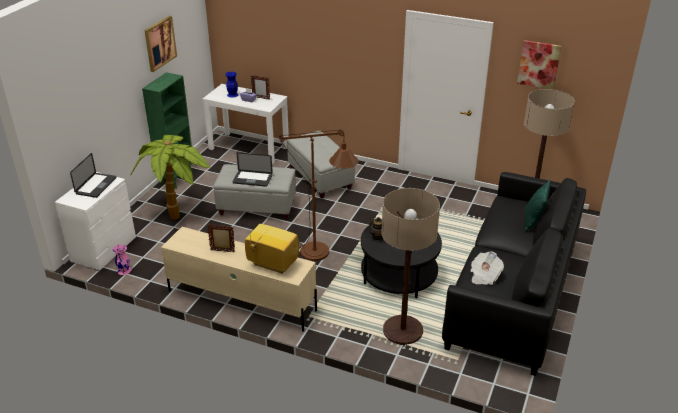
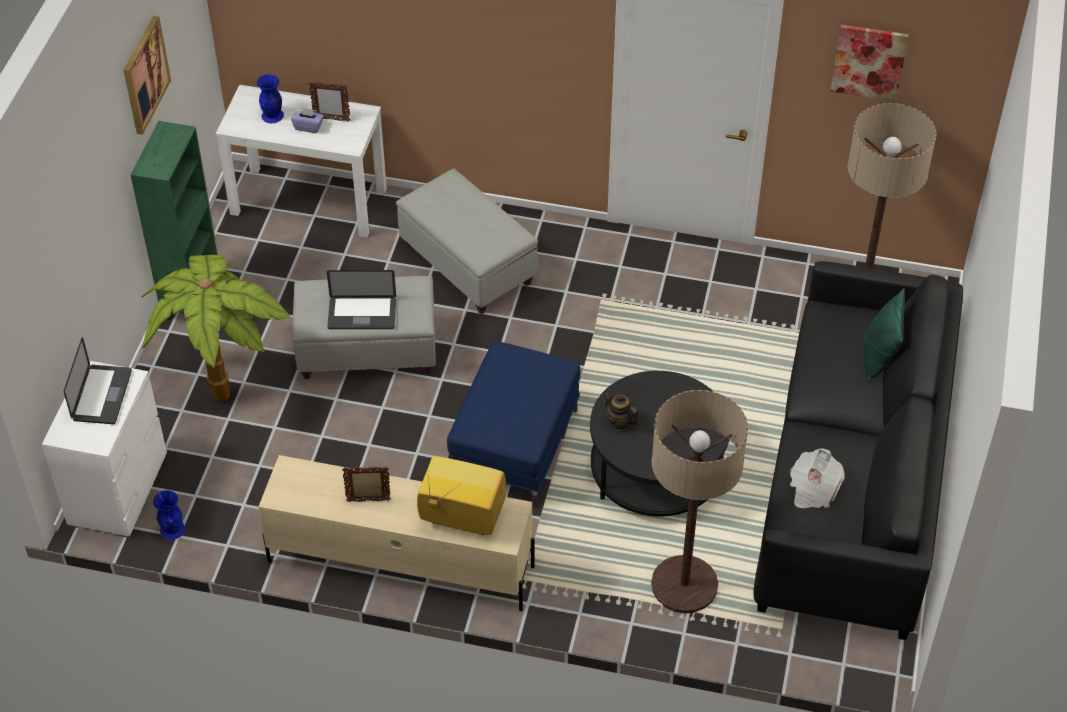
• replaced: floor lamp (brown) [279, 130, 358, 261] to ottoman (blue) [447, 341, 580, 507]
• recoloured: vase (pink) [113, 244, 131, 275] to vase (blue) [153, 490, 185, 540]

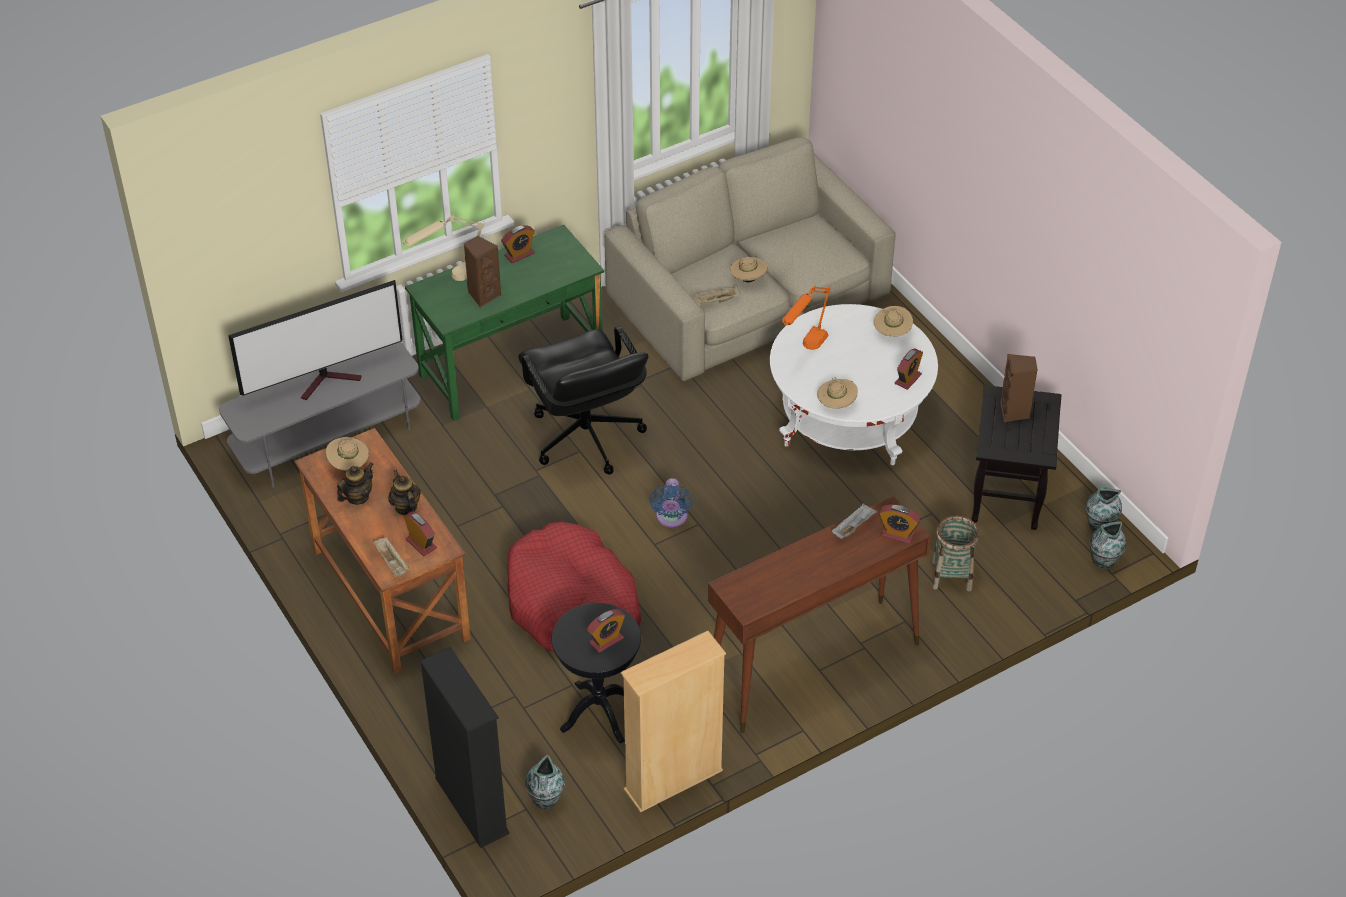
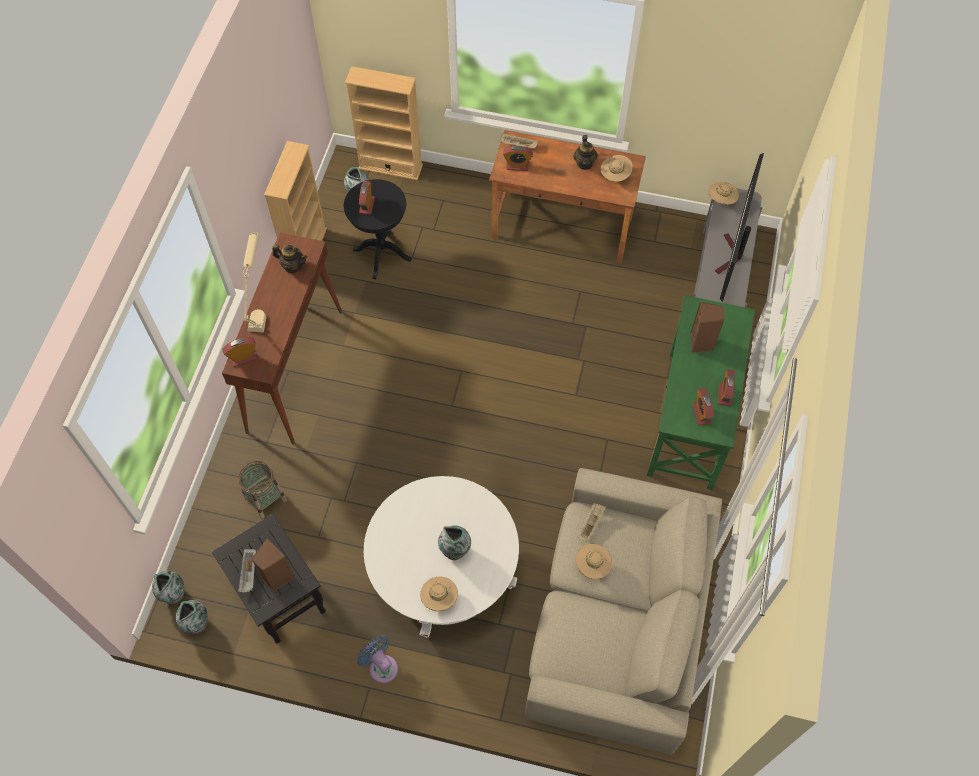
• removed: dog bed (red) [508, 522, 641, 652]
• removed: office chair (black) [518, 326, 648, 475]
• removed: table lamp (orange) [782, 285, 831, 350]
• added: vase [438, 526, 471, 560]
• moved: teapot [388, 470, 421, 515] to [272, 244, 307, 273]
• moved: table lamp (beige) [403, 214, 485, 281] to [243, 232, 266, 332]
• moved: fan (blue) [649, 478, 693, 527] to [356, 635, 398, 683]
• moved: hat (beige) [817, 377, 858, 409] to [708, 182, 739, 205]
• moved: tray (grey) [832, 504, 877, 539] to [238, 549, 256, 592]
• moved: alarm clock [895, 349, 923, 390] to [692, 389, 714, 426]
• recoloured: bookcase (black) [420, 647, 510, 848] to bookcase (beige) [345, 66, 423, 180]

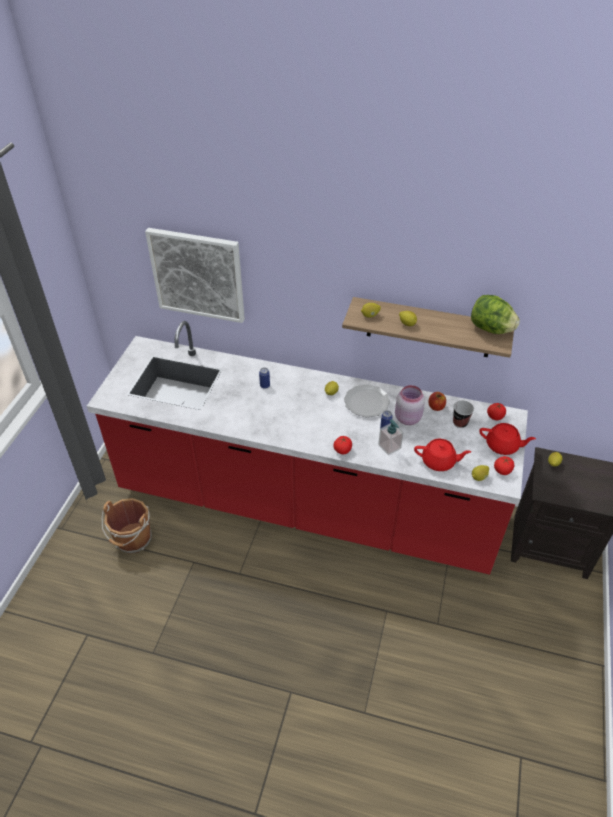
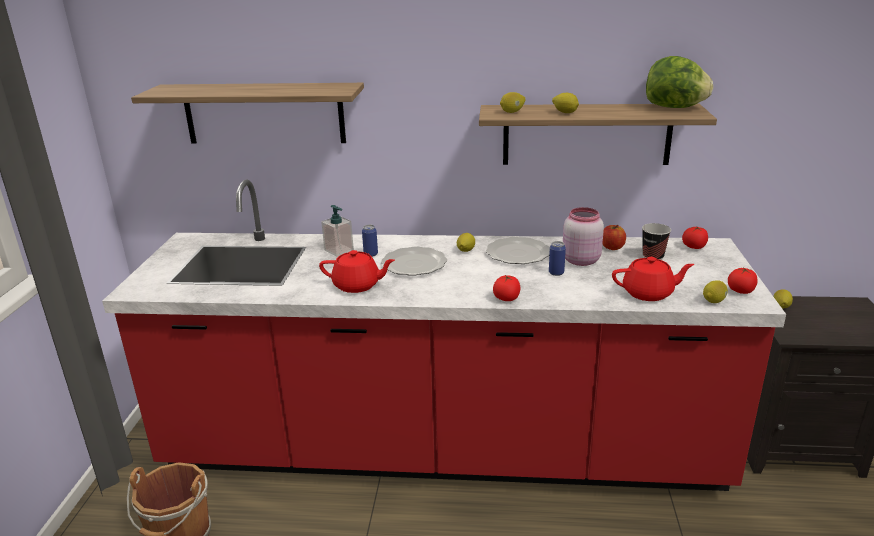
• added: plate [381, 247, 447, 276]
• moved: soap dispenser [378, 419, 404, 455] to [321, 205, 354, 256]
• moved: teapot (red) [479, 423, 536, 455] to [319, 250, 395, 293]
• replaced: picture [145, 228, 245, 323] to shelf [131, 83, 364, 143]

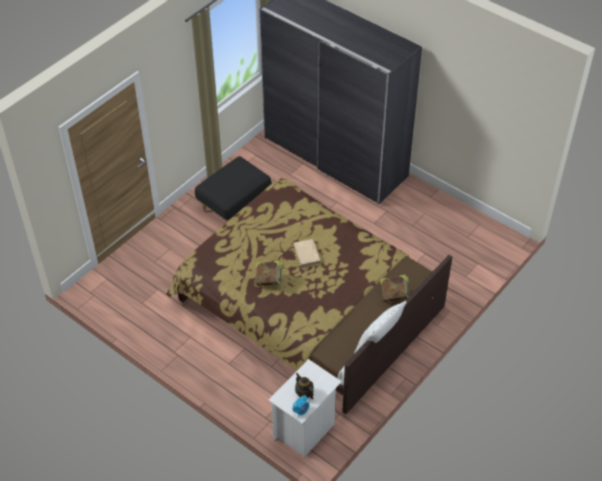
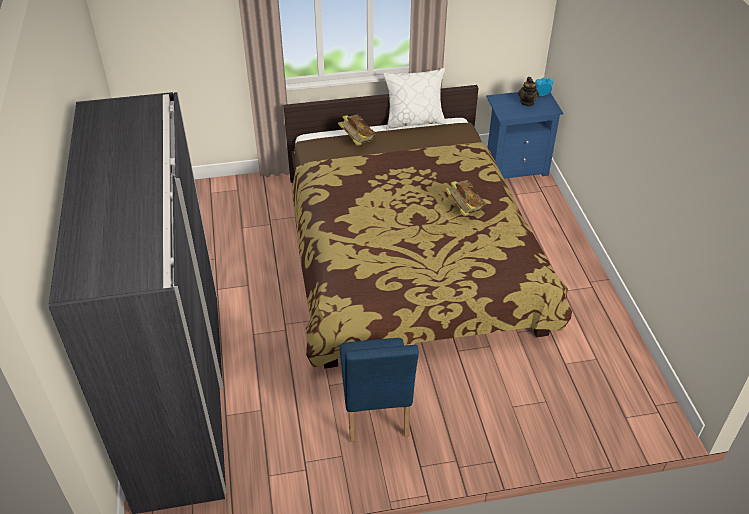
• removed: book (beige) [294, 239, 321, 268]
• replaced: ottoman (black) [195, 156, 272, 223] to chair (blue) [340, 338, 419, 442]
• recoloured: nightstand (white) [268, 359, 342, 457] to nightstand (blue) [486, 92, 563, 179]

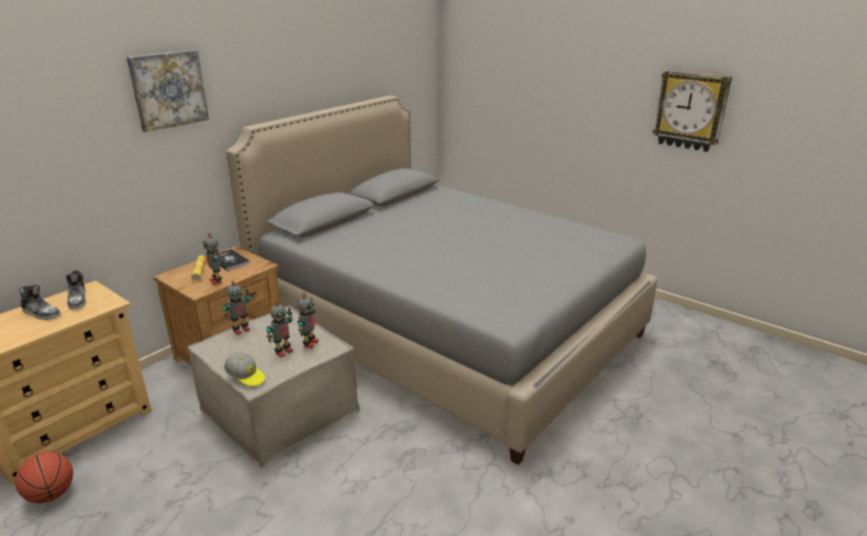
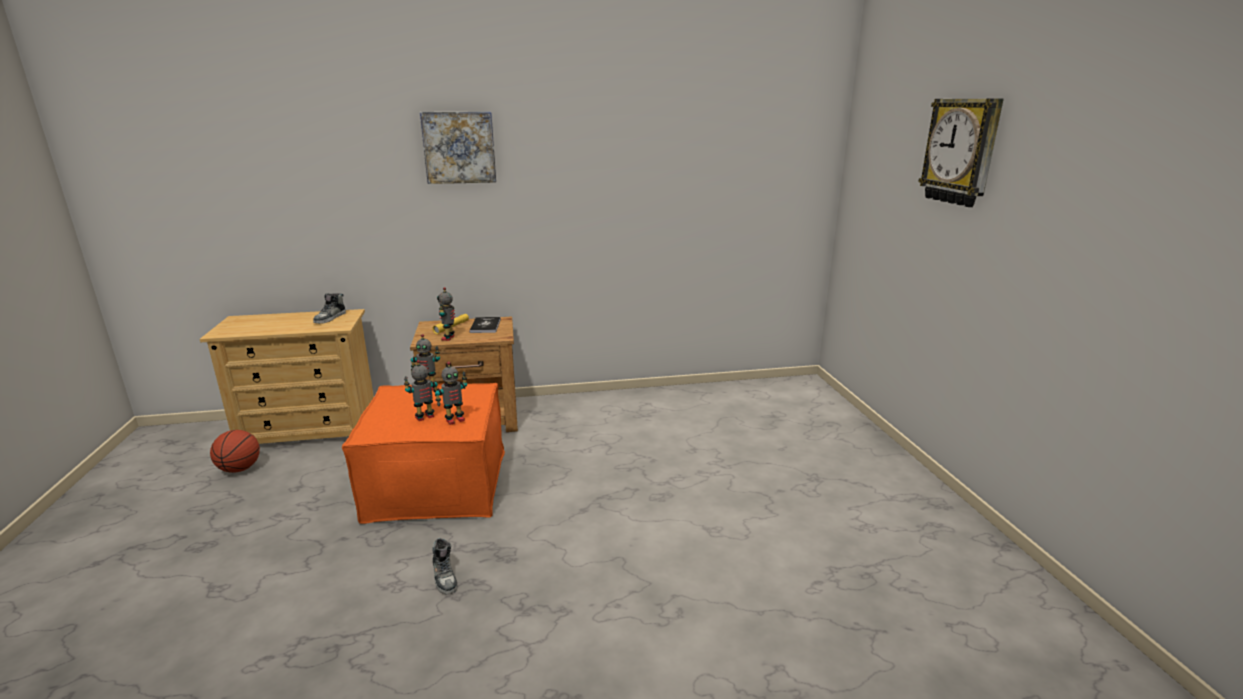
• removed: cap [224, 352, 265, 386]
• removed: bed (grey) [226, 95, 658, 465]
• moved: shoe [19, 285, 61, 320] to [432, 538, 458, 595]
• moved: wall clock [652, 70, 732, 152] to [919, 98, 1004, 207]
• recoloured: ottoman (beige) [187, 306, 360, 467] to ottoman (orange) [342, 383, 505, 524]
• turned: toy robot [266, 301, 293, 357] = [404, 360, 438, 421] 150 degrees clockwise

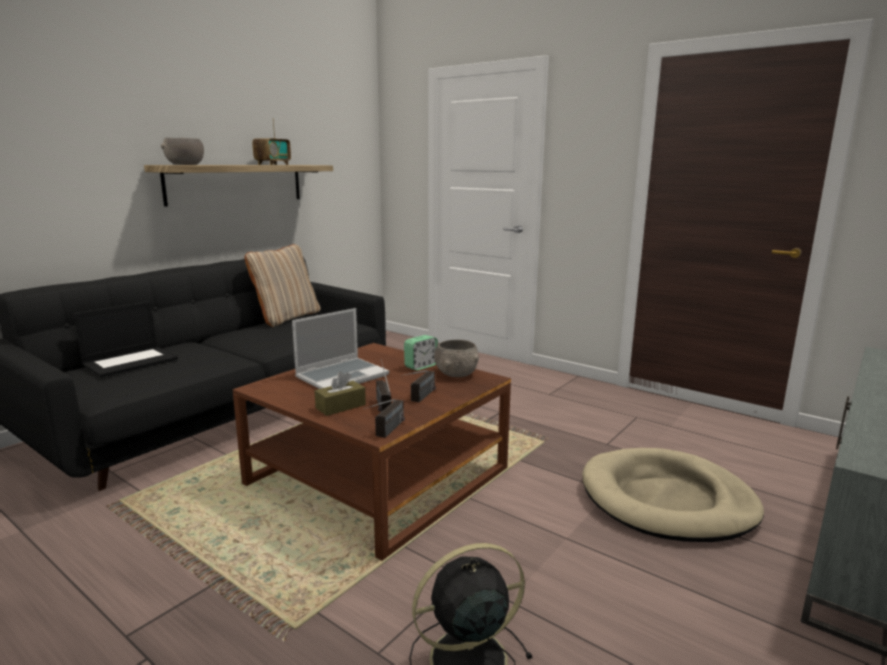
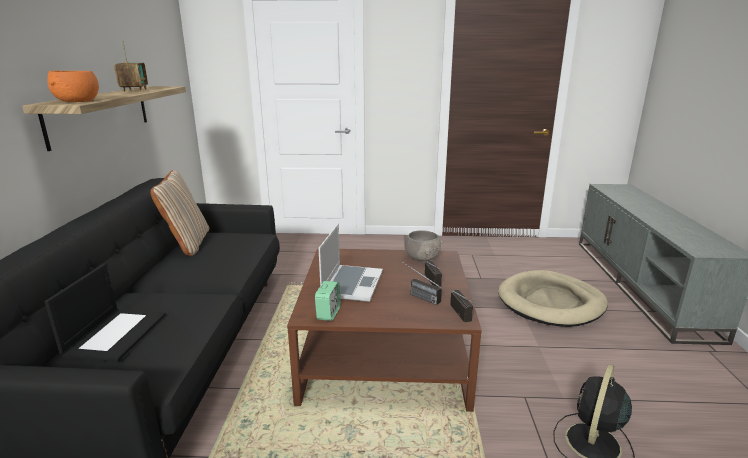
• removed: tissue box (brown) [315, 371, 366, 416]
• moved: alarm clock [404, 335, 438, 371] to [315, 281, 341, 321]
• recoloured: bowl (grey) [161, 138, 204, 165] to bowl (orange) [47, 71, 99, 102]

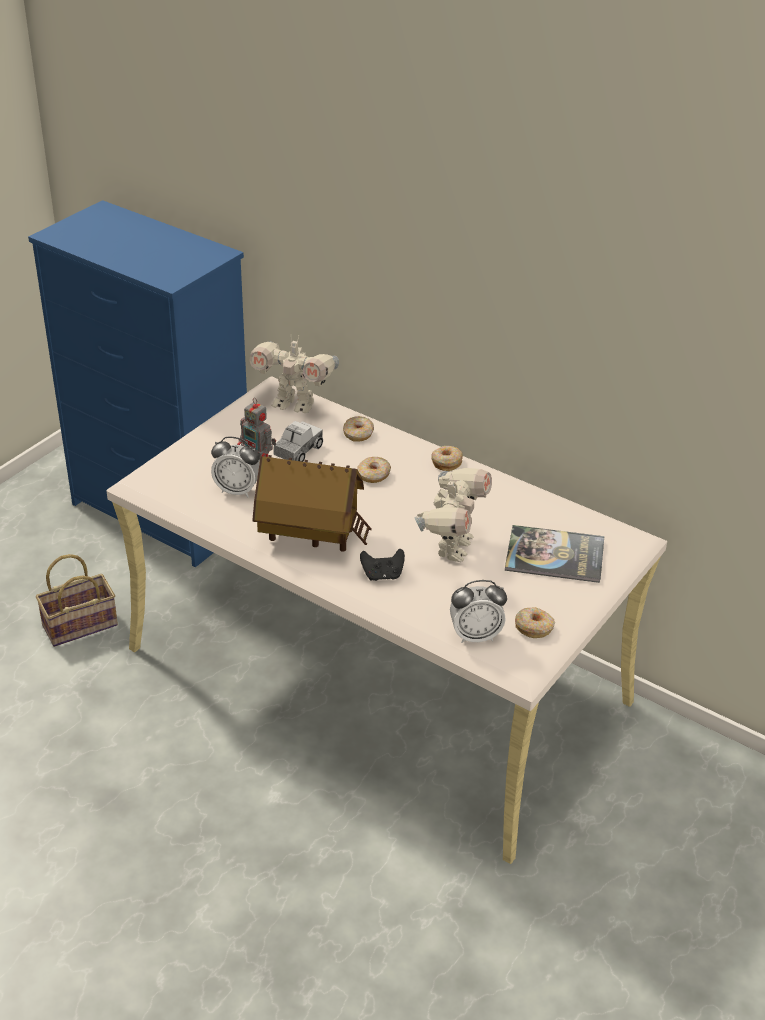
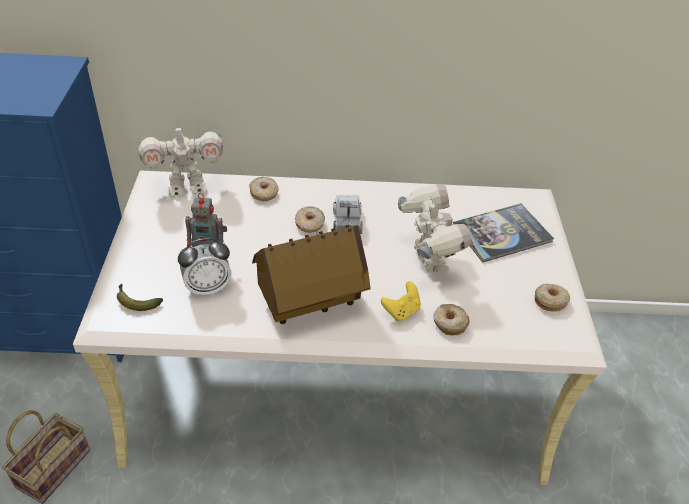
• removed: alarm clock [450, 580, 507, 643]
• added: banana [117, 284, 163, 311]
• moved: toy truck [273, 421, 323, 462] to [333, 195, 363, 234]
• moved: donut [432, 446, 463, 471] to [433, 304, 470, 335]
• recoloured: game controller (black) [360, 549, 405, 581] to game controller (yellow) [381, 281, 421, 321]

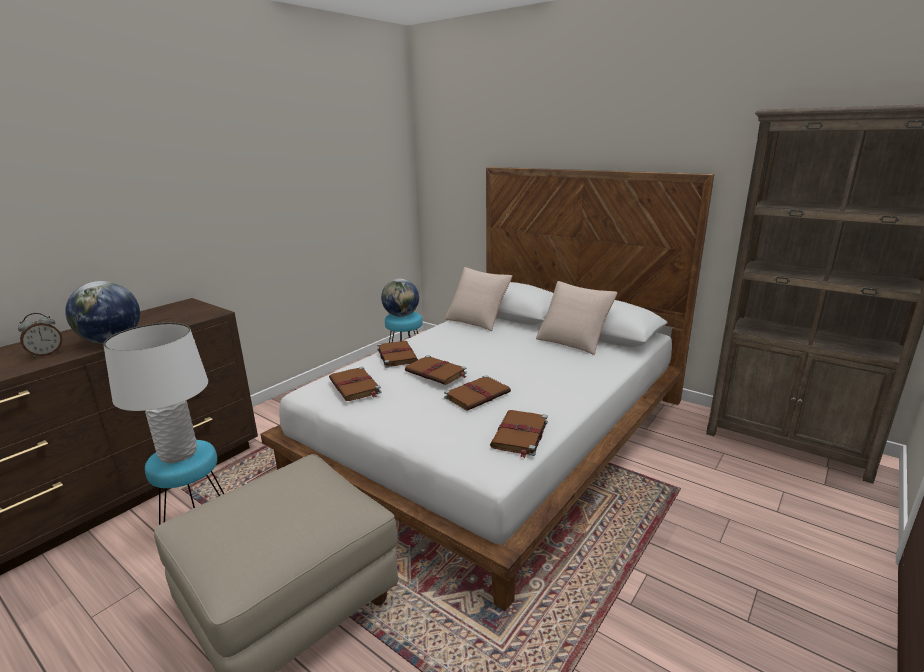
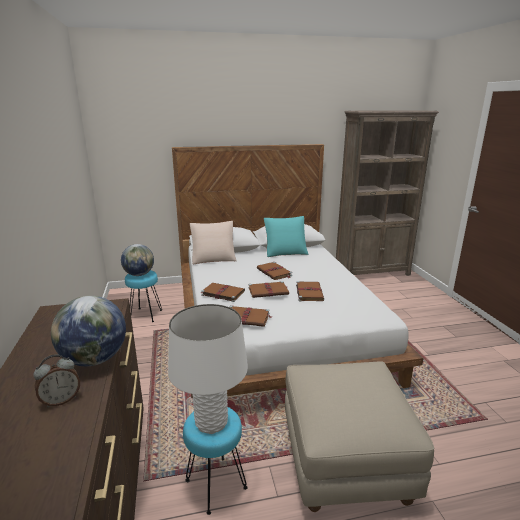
• moved: book (brown) [490, 410, 548, 458] to [257, 262, 292, 280]
• recoloured: pillow (beige) [536, 281, 618, 355] to pillow (turquoise) [264, 216, 308, 257]
• turned: alarm clock [18, 313, 63, 358] = [33, 354, 80, 407] 60 degrees clockwise

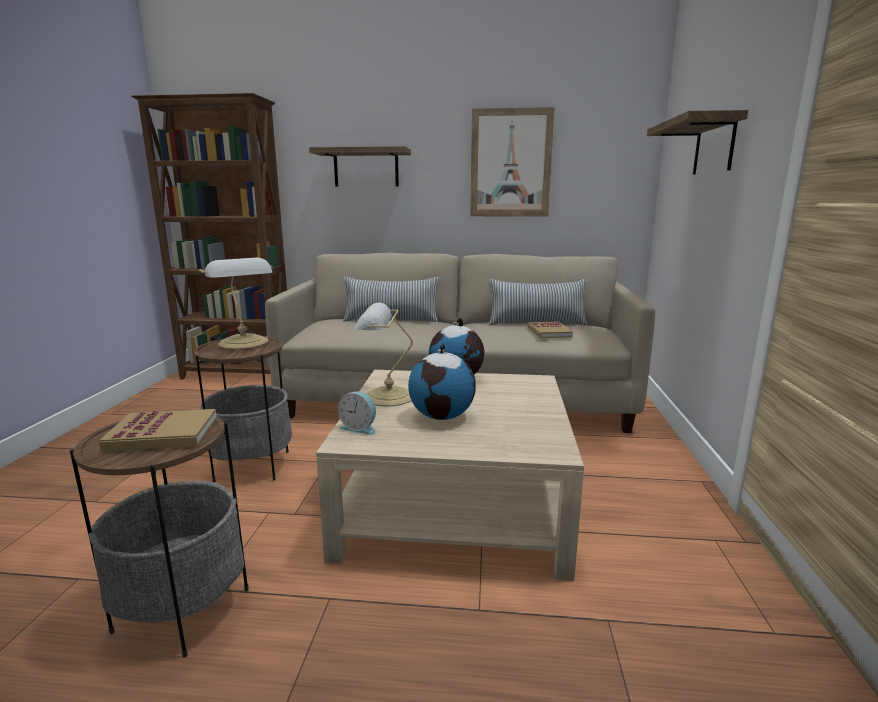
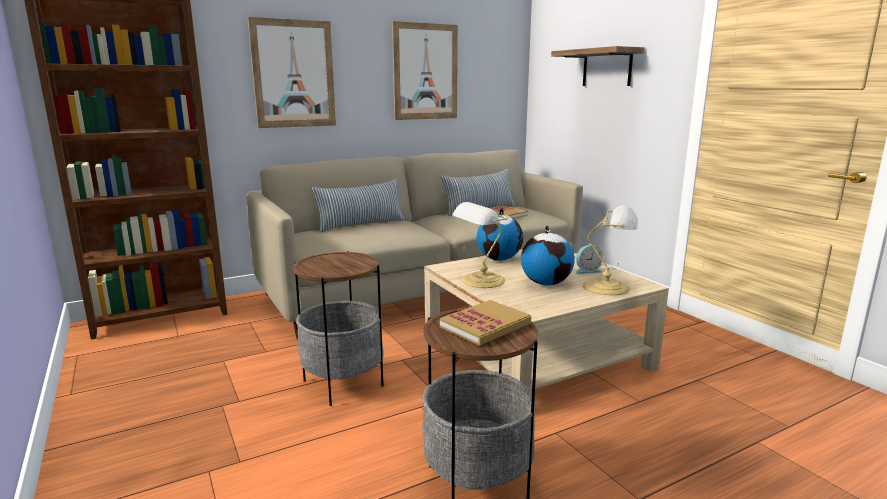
• moved: table lamp [199, 257, 273, 349] to [583, 205, 638, 295]
• moved: alarm clock [338, 392, 376, 435] to [576, 245, 604, 274]
• replaced: shelf [309, 146, 411, 187] to picture [248, 17, 336, 128]

